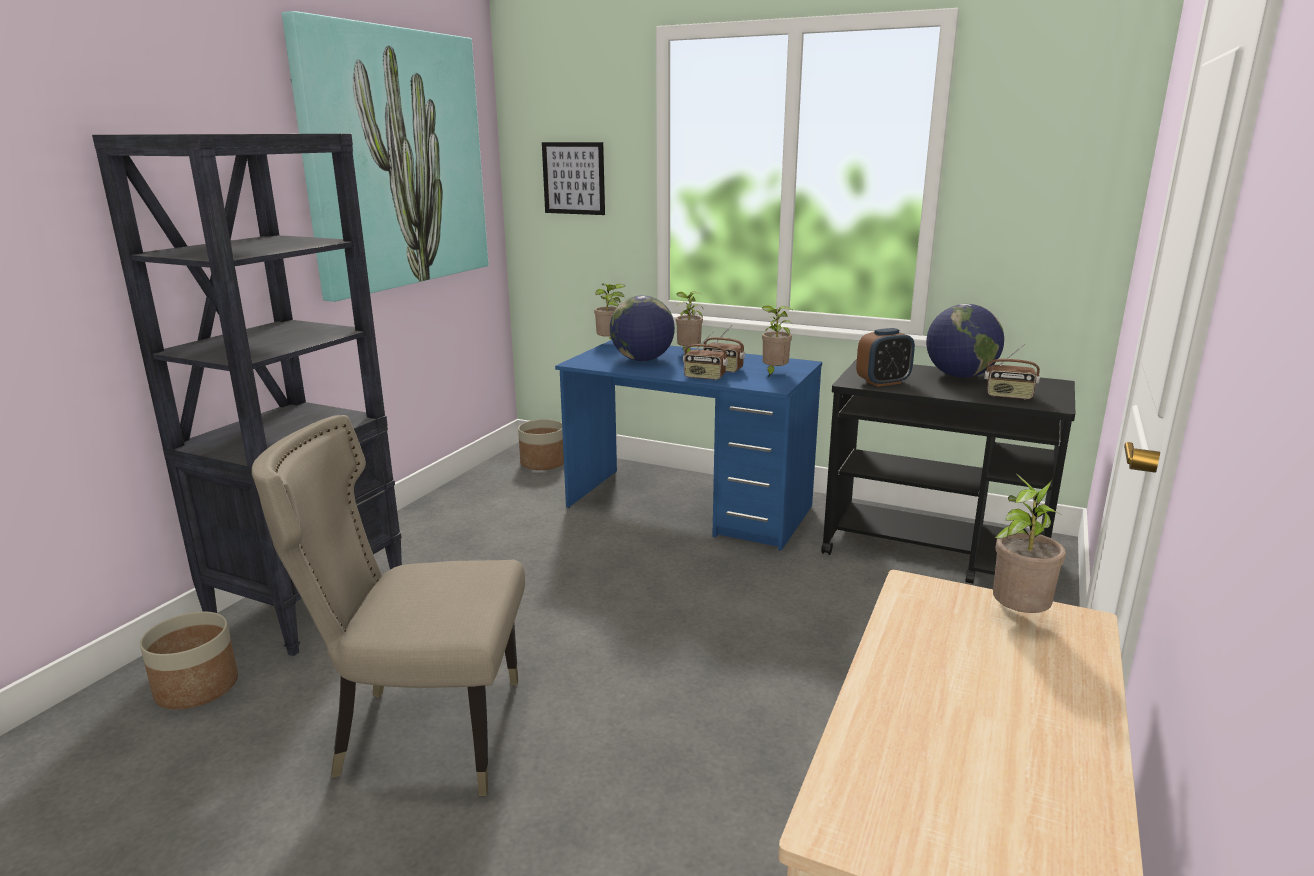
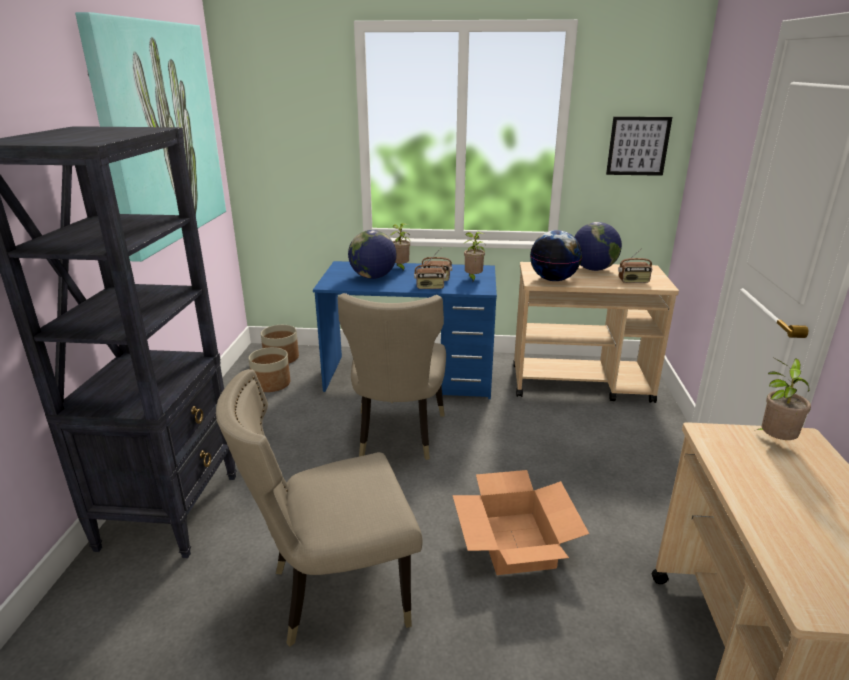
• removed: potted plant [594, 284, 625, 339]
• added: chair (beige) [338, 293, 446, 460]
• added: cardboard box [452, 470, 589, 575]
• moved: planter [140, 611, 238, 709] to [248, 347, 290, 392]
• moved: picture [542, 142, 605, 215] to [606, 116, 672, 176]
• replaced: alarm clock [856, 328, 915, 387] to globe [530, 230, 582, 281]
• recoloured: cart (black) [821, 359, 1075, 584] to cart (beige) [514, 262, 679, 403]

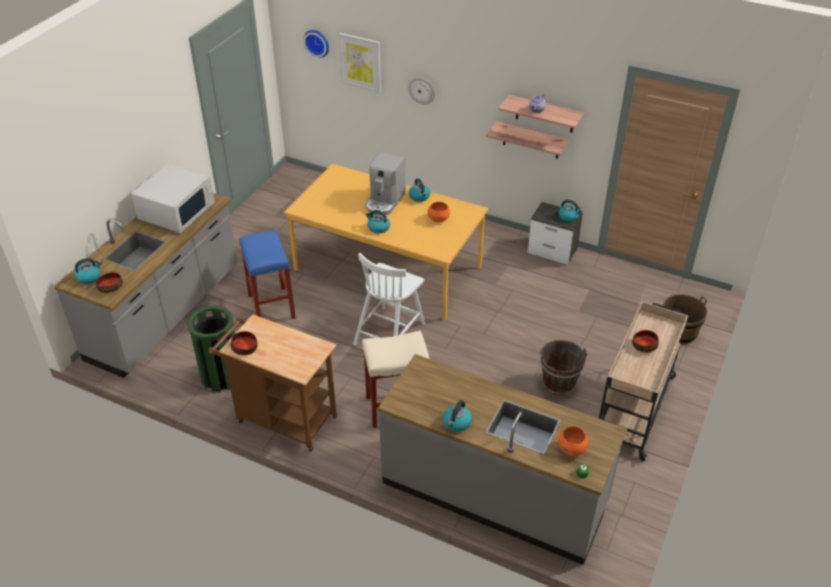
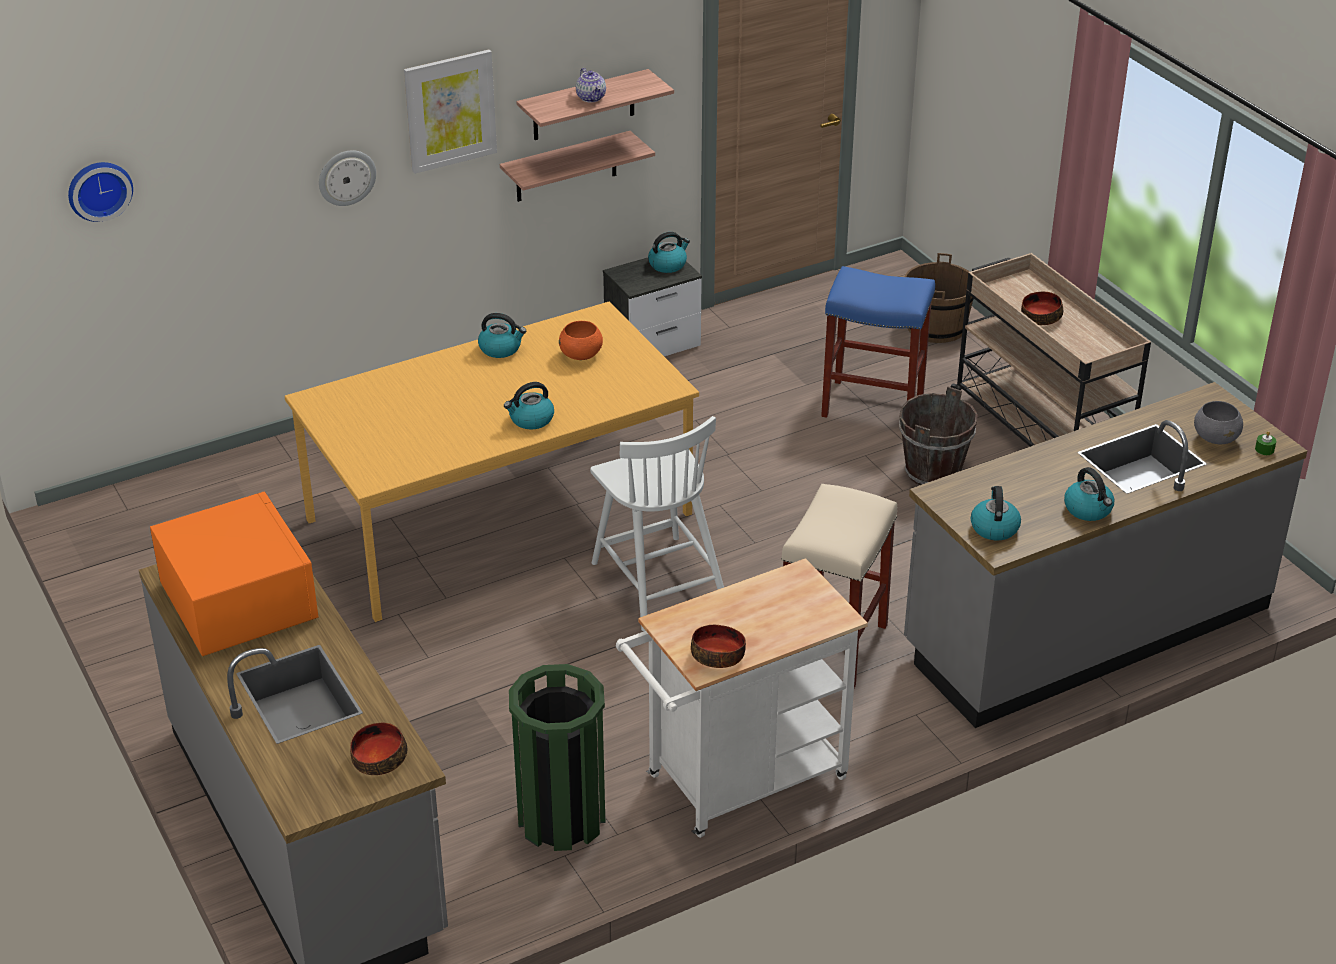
• removed: coffee machine [365, 152, 406, 215]
• moved: kettle [74, 258, 102, 284] to [971, 486, 1021, 540]
• moved: stool (blue) [239, 230, 296, 319] to [821, 266, 935, 418]
• moved: picture [339, 33, 381, 93] to [404, 50, 497, 174]
• recoloured: microwave (white) [131, 164, 215, 233] to microwave (orange) [150, 491, 318, 656]
• recoloured: cart (brown) [208, 314, 337, 452] to cart (white) [616, 558, 868, 838]
• recoloured: bowl (orange) [558, 426, 588, 456] to bowl (grey) [1194, 401, 1243, 444]

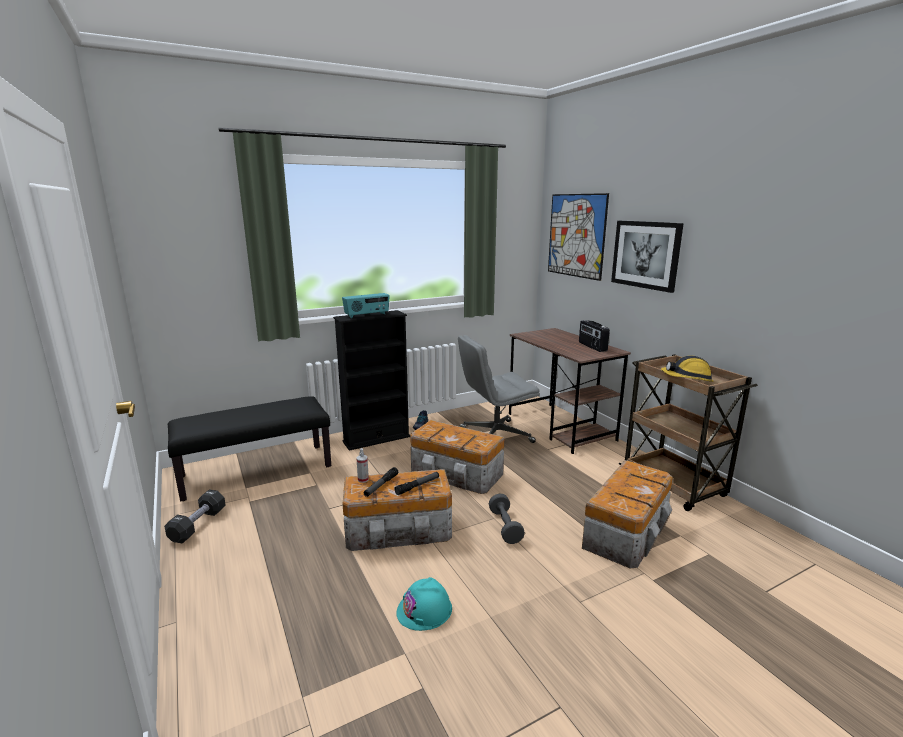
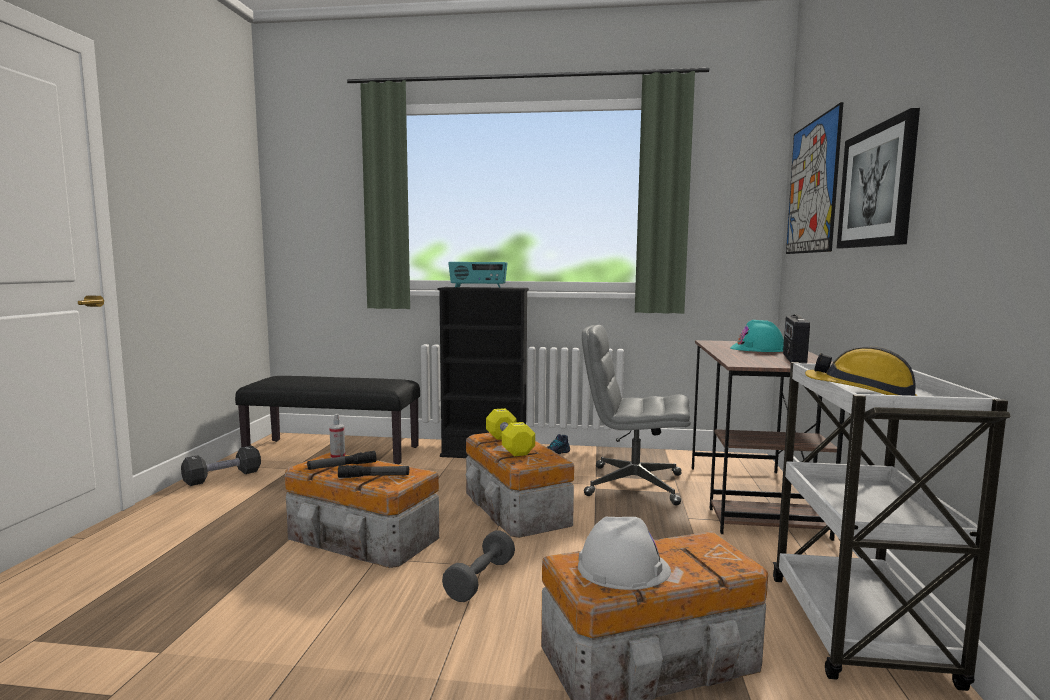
• added: dumbbell (yellow) [486, 408, 535, 456]
• added: hard hat (white) [578, 517, 671, 590]
• moved: hard hat (turquoise) [396, 577, 452, 631] to [730, 320, 784, 352]
• recoloured: cart (brown) [618, 354, 758, 511] to cart (white) [773, 362, 1011, 691]

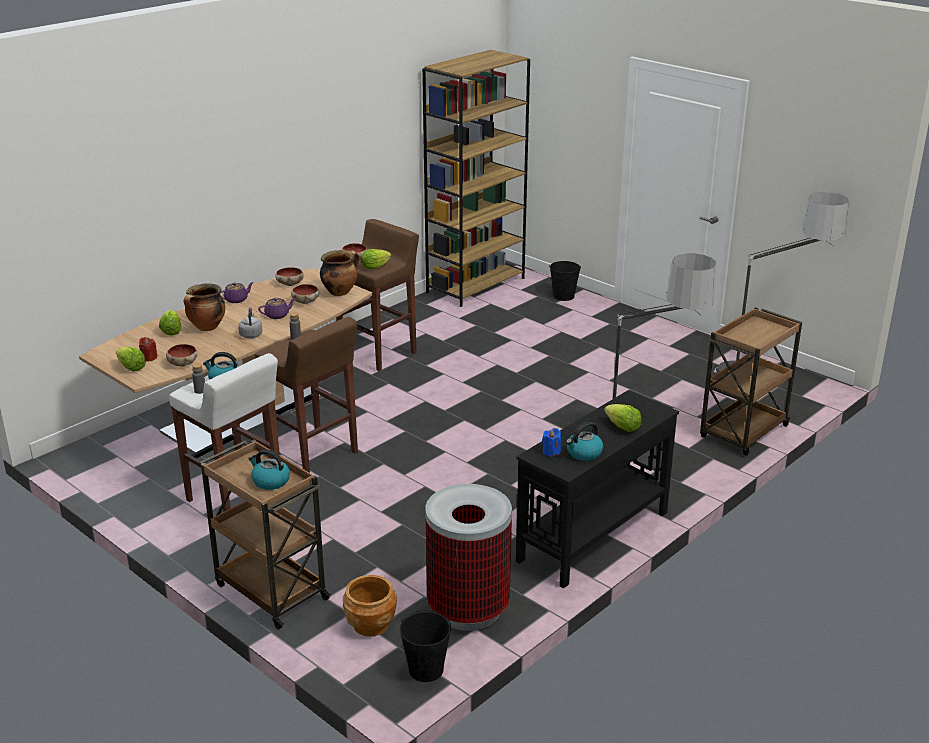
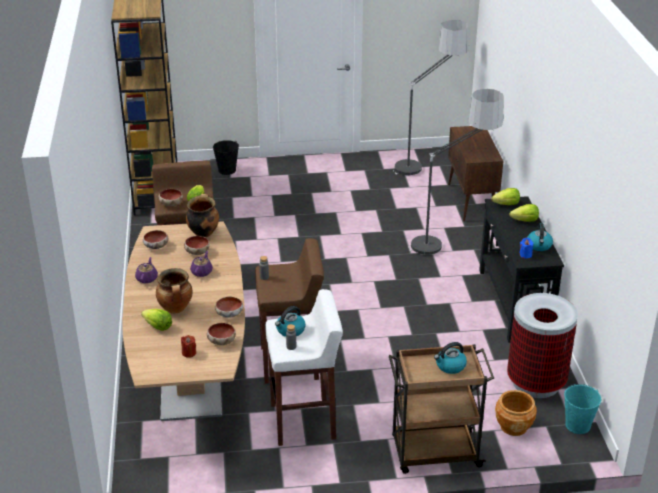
• removed: kettle (grey) [238, 308, 263, 338]
• added: bowl [215, 296, 243, 318]
• moved: lettuce [116, 347, 146, 372] to [492, 188, 520, 205]
• replaced: cart (brown) [700, 307, 802, 456] to cabinet (brown) [448, 126, 503, 221]
• recoloured: bucket (black) [400, 610, 451, 682] to bucket (turquoise) [564, 384, 601, 434]

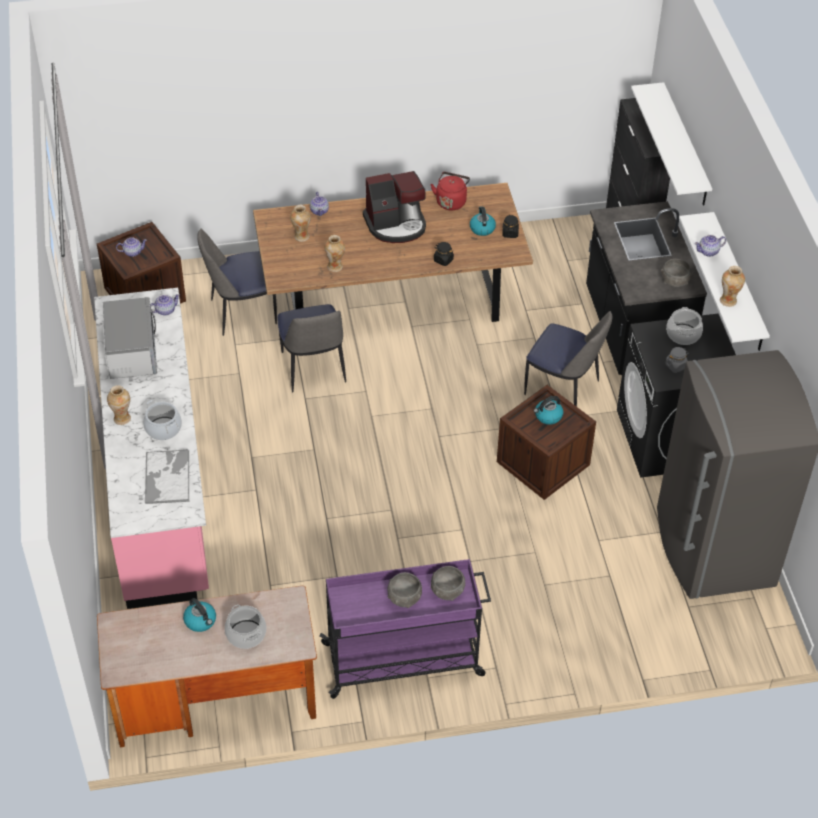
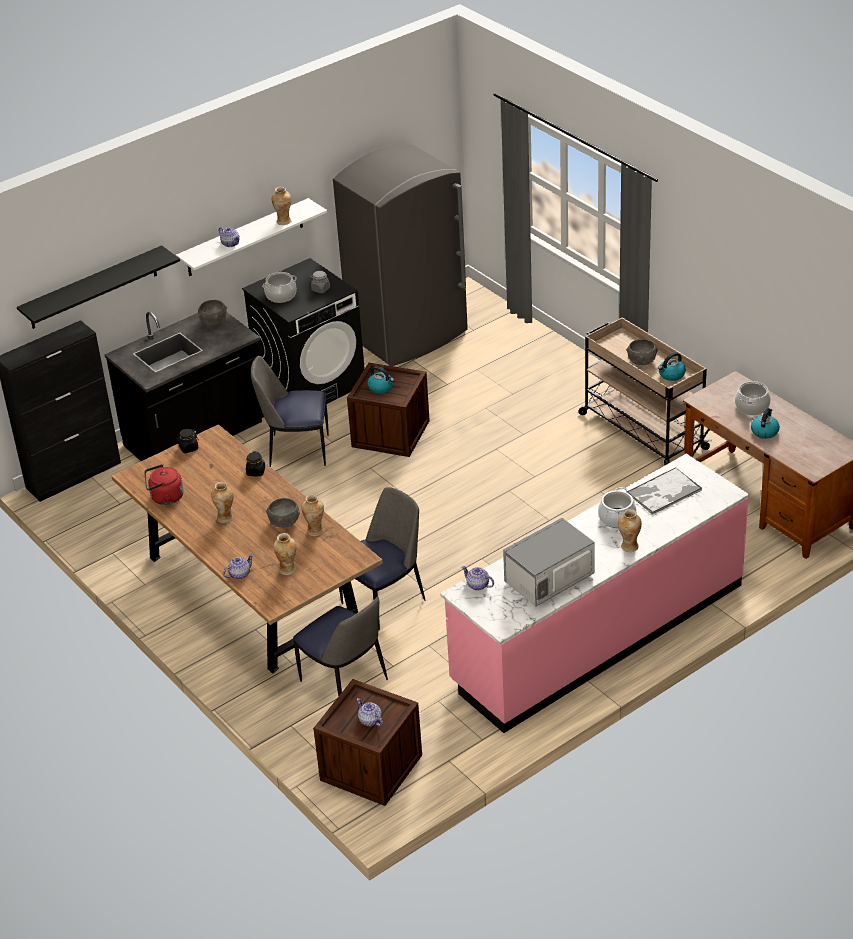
• moved: bowl (grey) [431, 566, 465, 601] to [266, 498, 300, 528]
• moved: kettle [470, 206, 496, 236] to [658, 352, 686, 381]
• replaced: coffee machine [363, 171, 426, 243] to vase [211, 482, 234, 523]
• recoloured: cart (purple) [319, 559, 491, 699] to cart (beige) [578, 317, 712, 465]
• recoloured: shelf (white) [631, 82, 712, 205] to shelf (black) [17, 245, 180, 329]
• turned: chair [524, 311, 612, 407] = [251, 356, 329, 467] 90 degrees counterclockwise

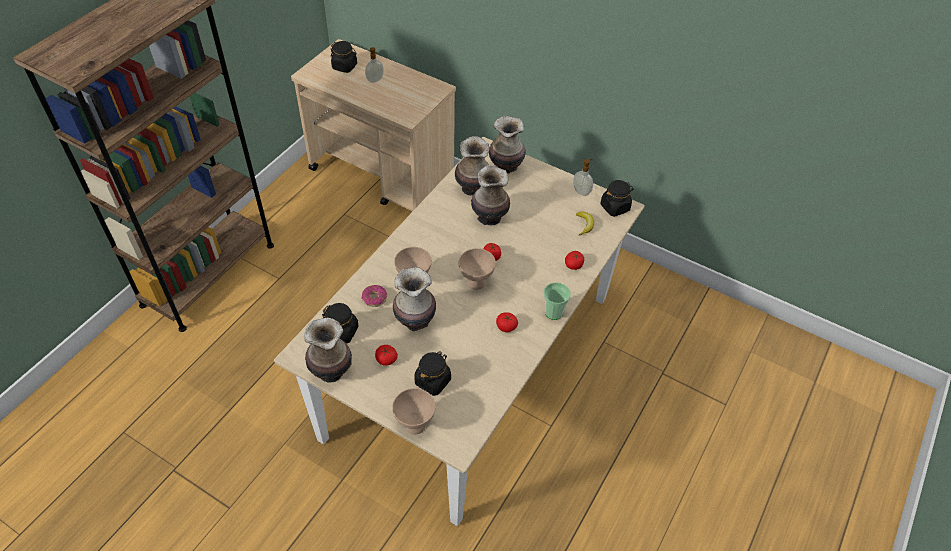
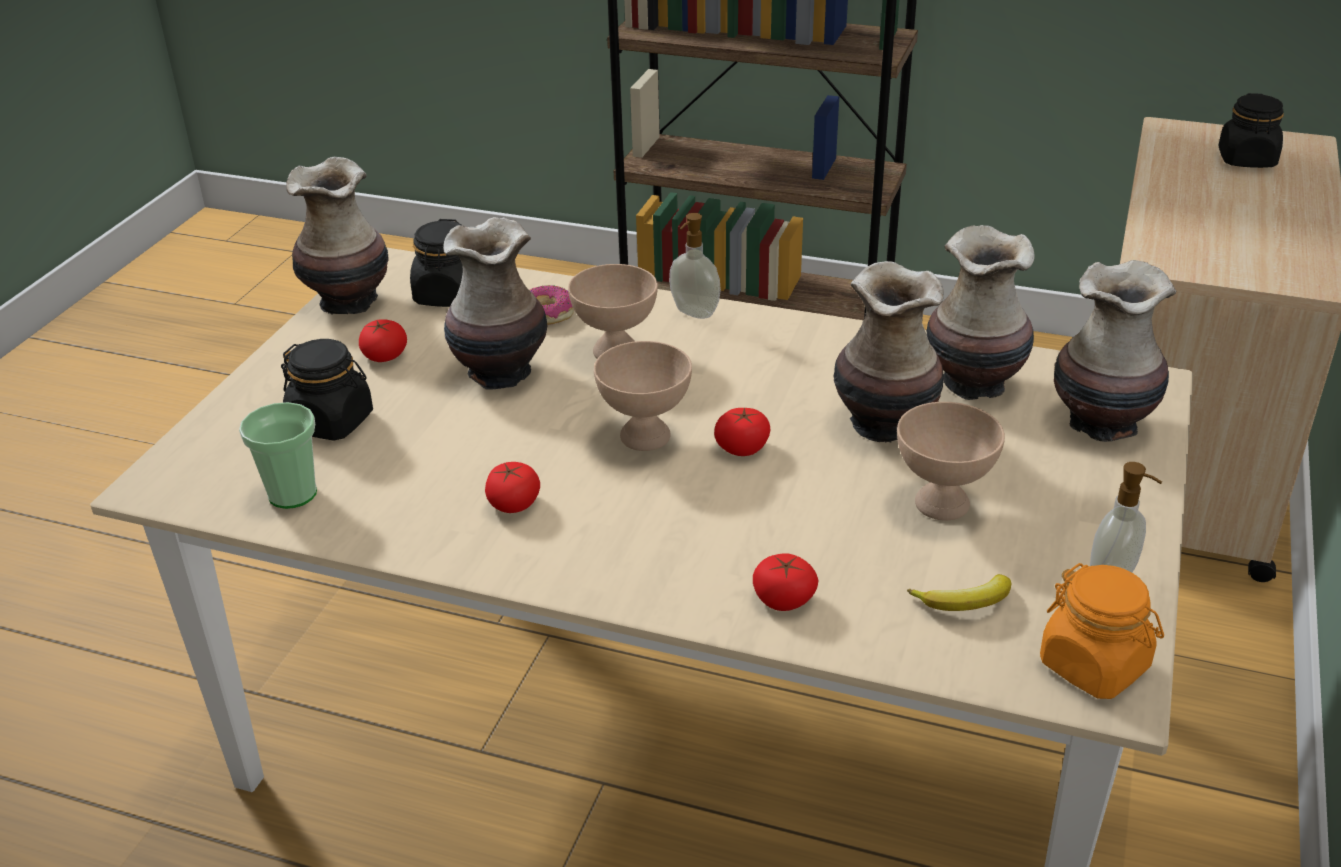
• moved: soap dispenser [365, 47, 384, 83] to [669, 213, 721, 319]
• moved: bowl (beige) [392, 388, 436, 435] to [897, 402, 1005, 521]
• moved: cup [544, 282, 571, 320] to [239, 402, 317, 509]
• recoloured: jar (black) [600, 180, 634, 217] to jar (orange) [1040, 563, 1164, 699]

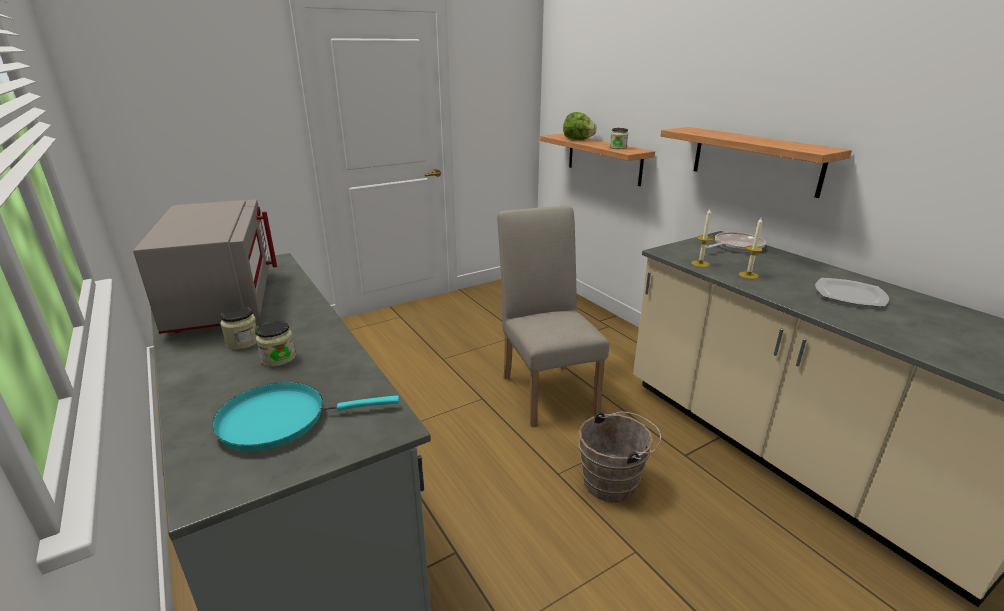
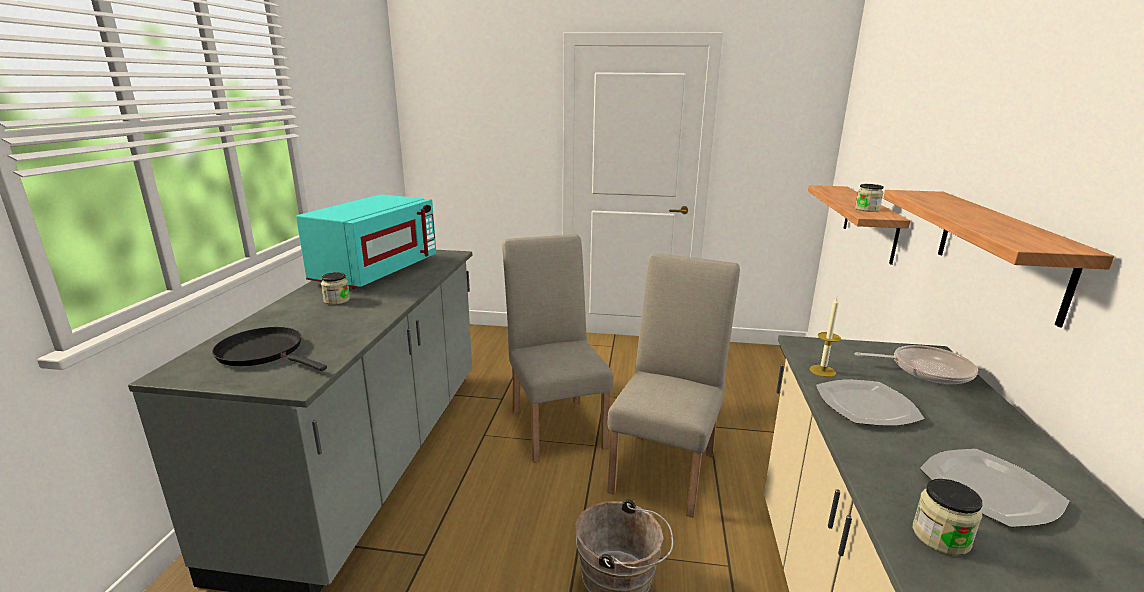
• removed: lettuce [563, 112, 597, 140]
• added: chair (beige) [502, 234, 614, 463]
• moved: jar [256, 321, 296, 367] to [913, 479, 983, 555]
• replaced: candle [739, 218, 763, 279] to plate [816, 380, 924, 426]
• recoloured: microwave (grey) [133, 199, 277, 334] to microwave (turquoise) [296, 194, 436, 289]
• recoloured: frying pan (turquoise) [212, 382, 399, 451] to frying pan (black) [212, 327, 327, 371]

